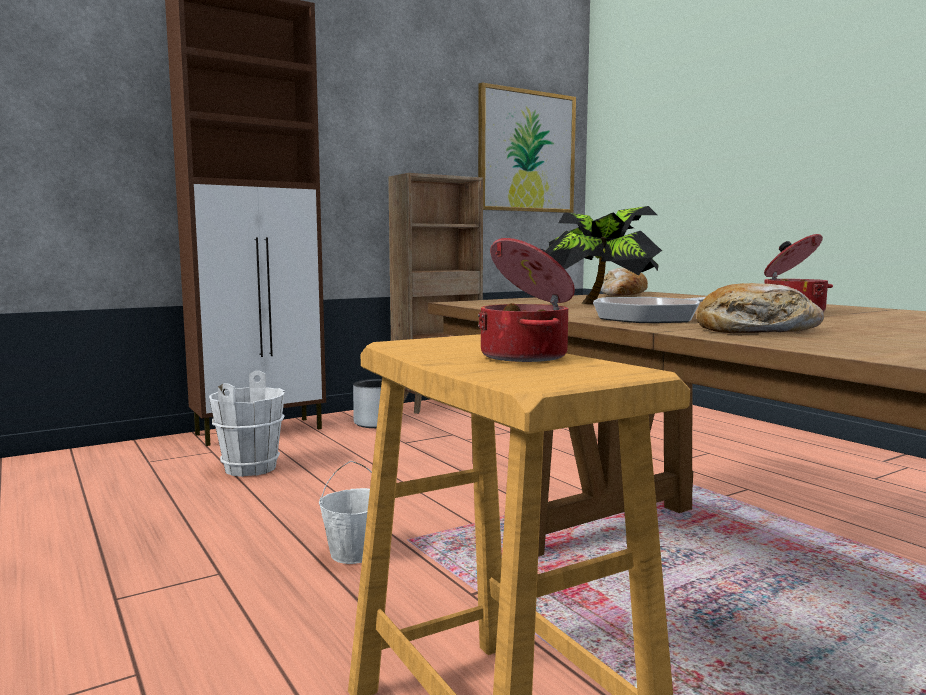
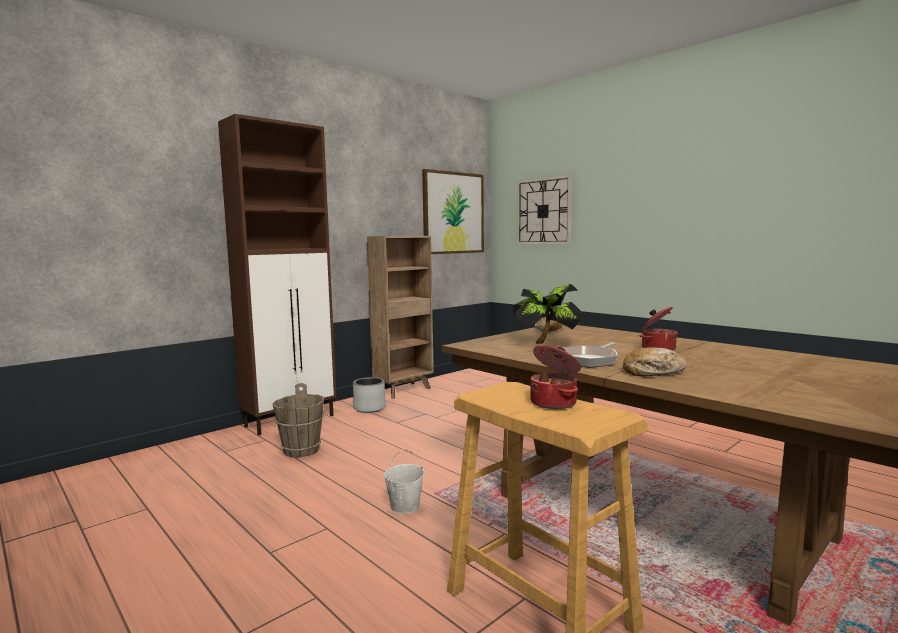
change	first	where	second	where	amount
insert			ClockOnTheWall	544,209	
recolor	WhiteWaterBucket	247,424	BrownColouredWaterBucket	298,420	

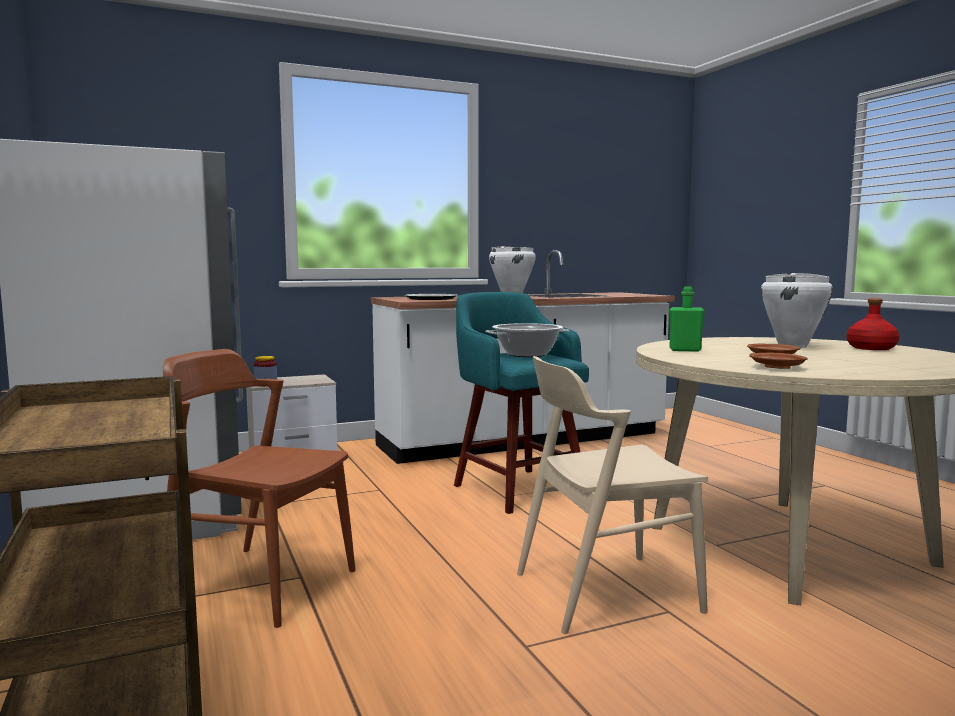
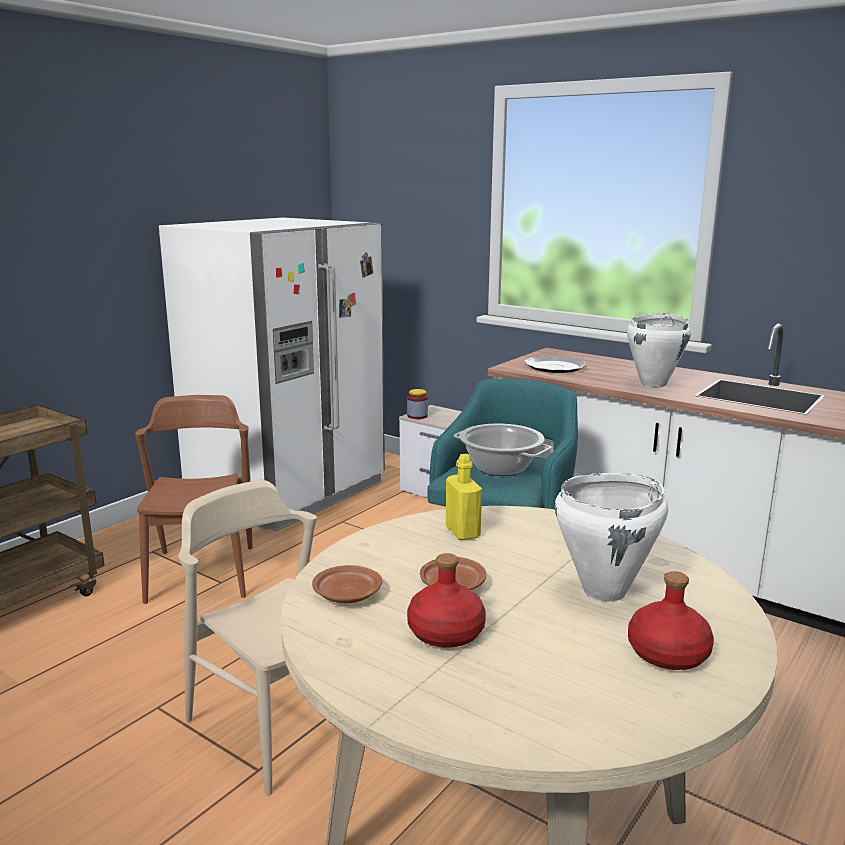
change	first	where	second	where	amount
insert			RedColouredBeverageBottle	446,600	
recolor	GreenishBeverageBottle	687,319	YellowBeverageBottle	464,497	

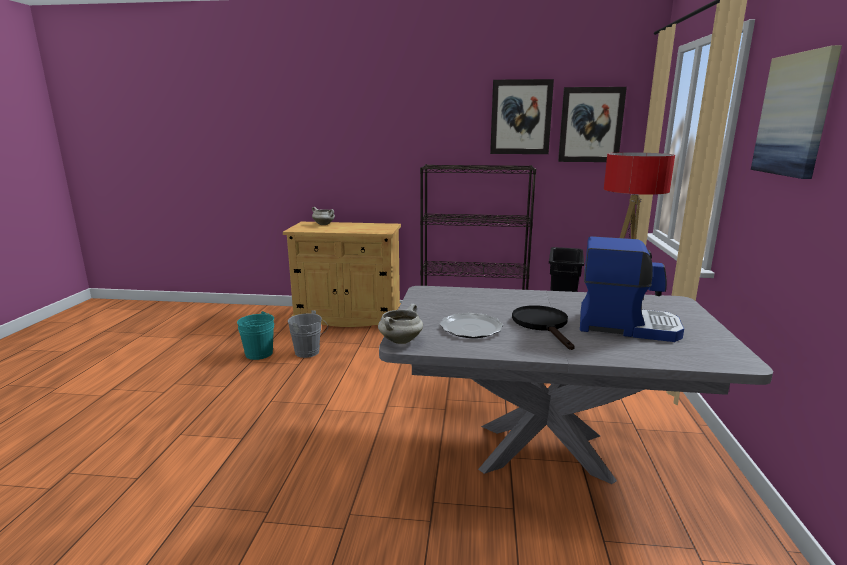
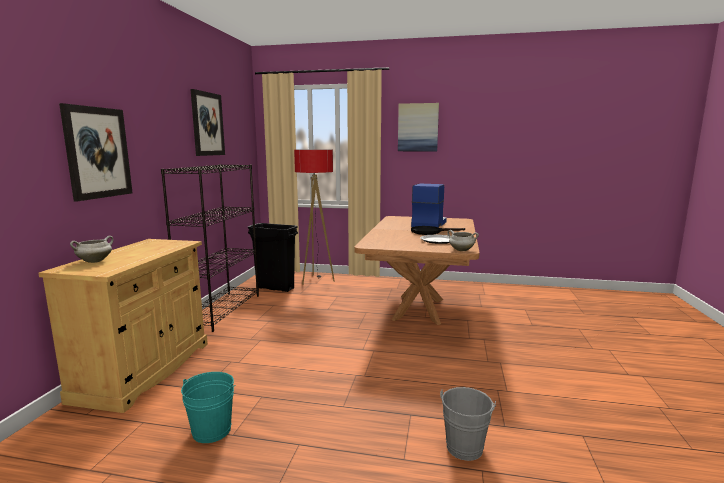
change	first	where	second	where	amount
move	GreyWaterBucket	307,334		468,424	
move	WallArt	592,124		96,152	
recolor	GreyDiningTable	576,385	BrownColouredDiningTable	417,270	

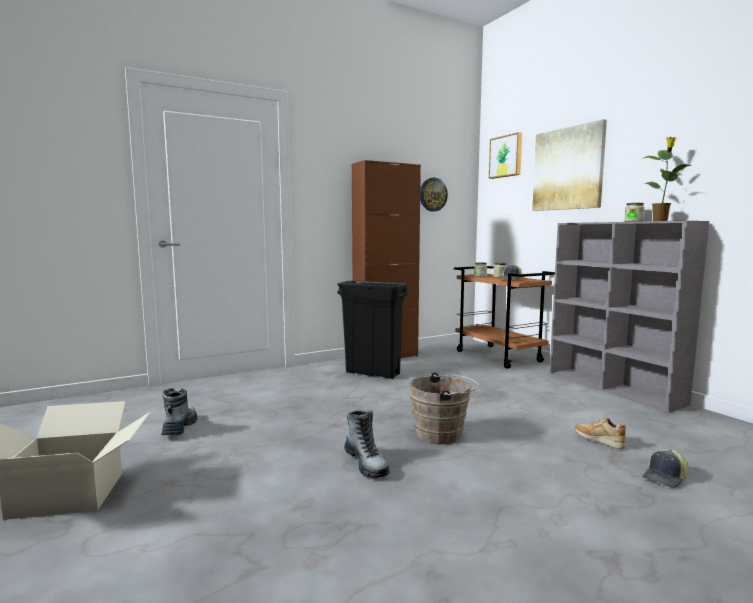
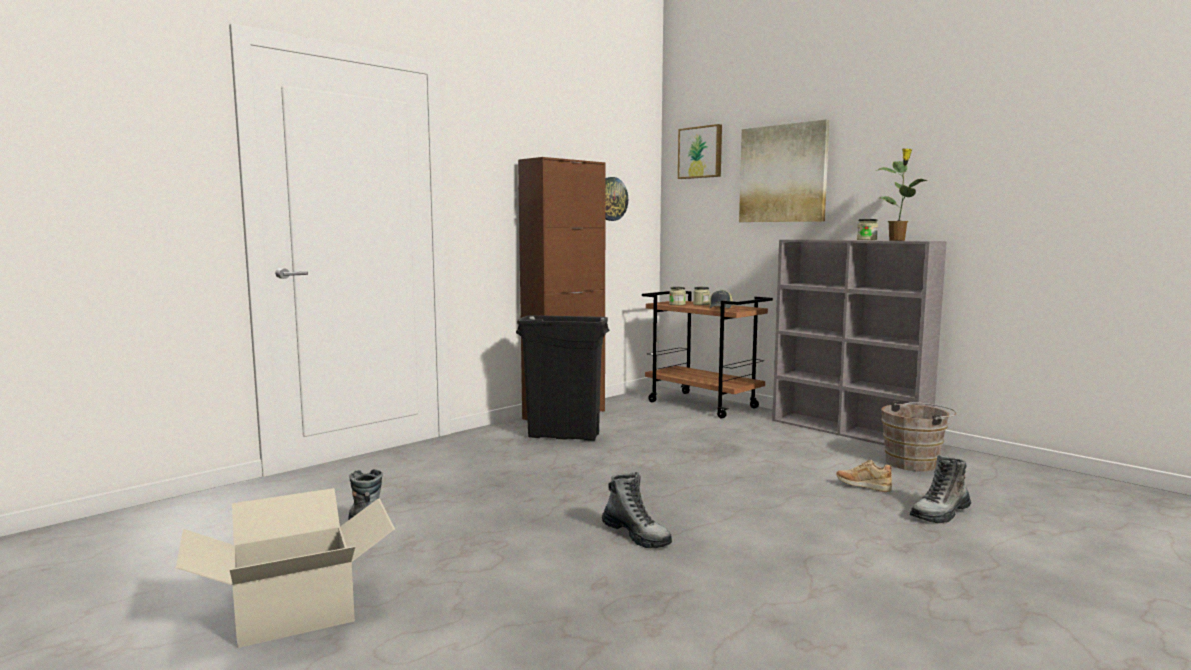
change	first	where	second	where	amount
move	BrownColouredWaterBucket	444,408		918,436	
replace	Cap	665,468	TallBoot	940,489	

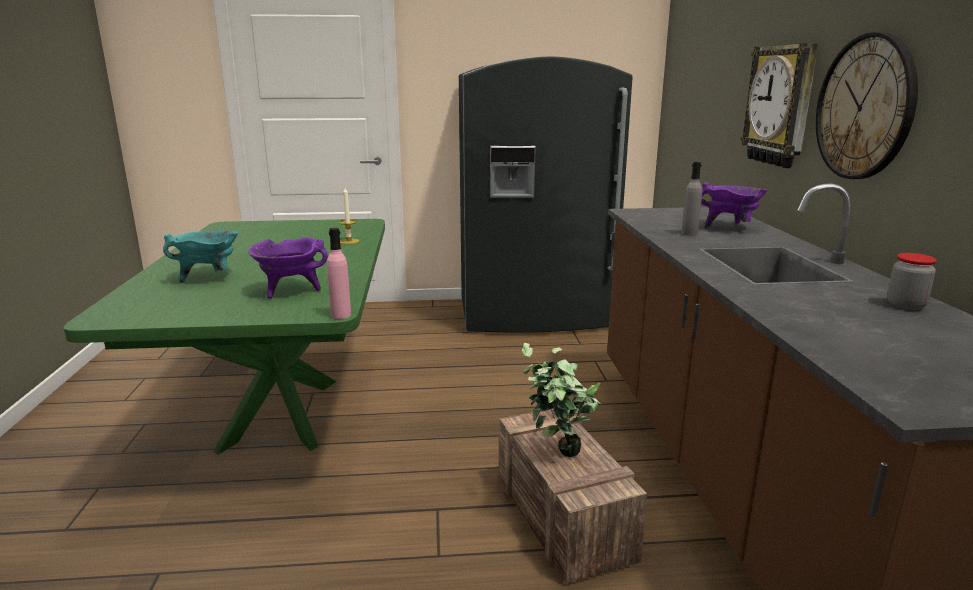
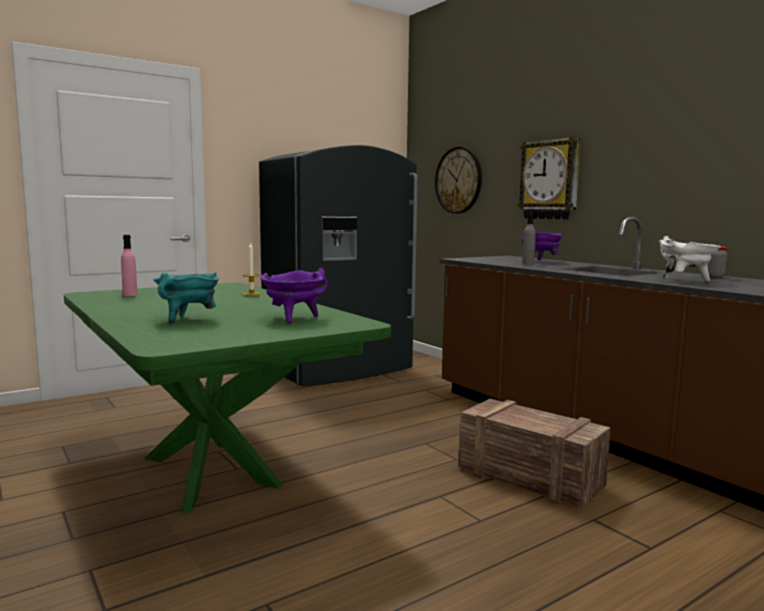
change	first	where	second	where	amount
delete	PlantInAPot	561,400			
insert			WhiteStockpot	690,259	
move	PinkColouredBeverageBottle	339,273		129,265	
move	ClockOnTheWall	867,105		458,180	

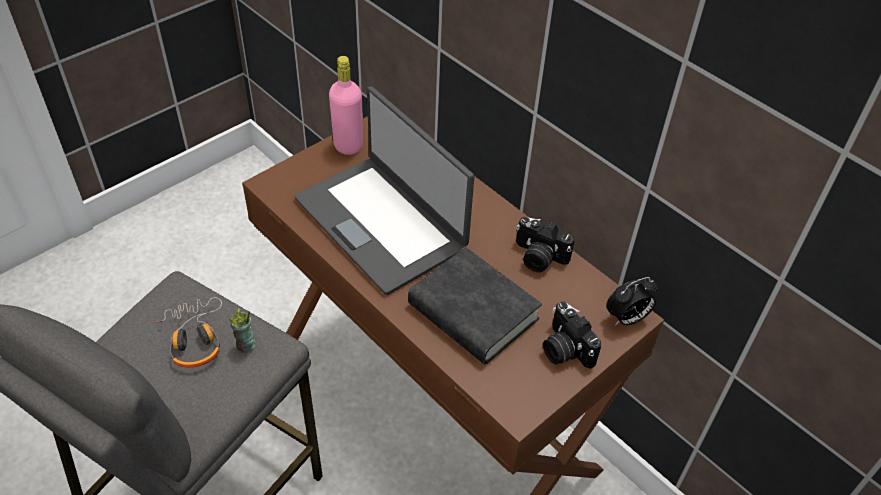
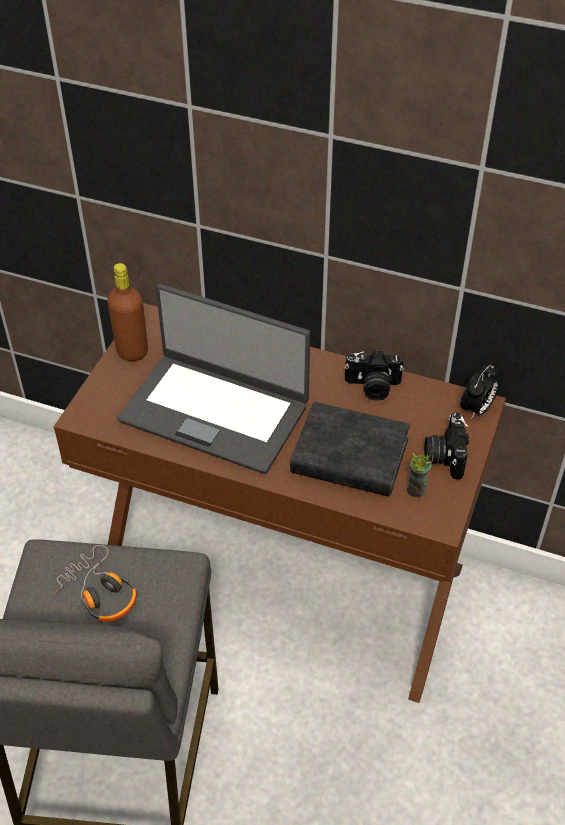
change	first	where	second	where	amount
move	DrinkingCup	242,330		419,474	
recolor	PinkColouredBeverageBottle	346,105	BrownColouredBeverageBottle	127,312	
rotate	StillCamera	572,335		446,445	60 degrees clockwise

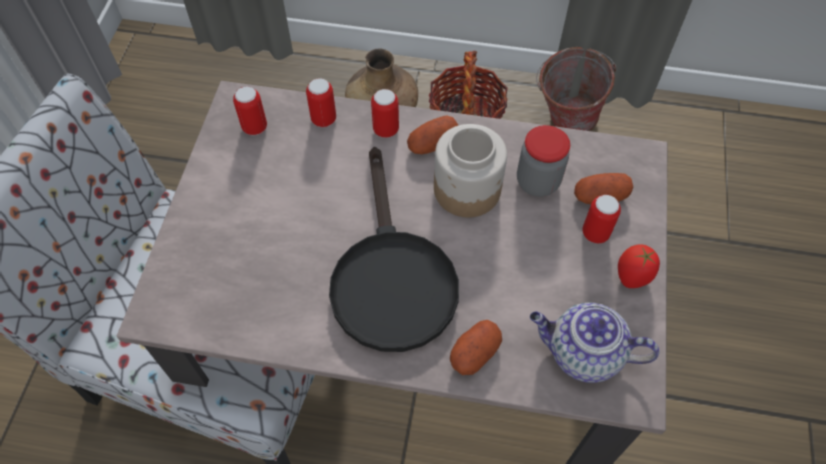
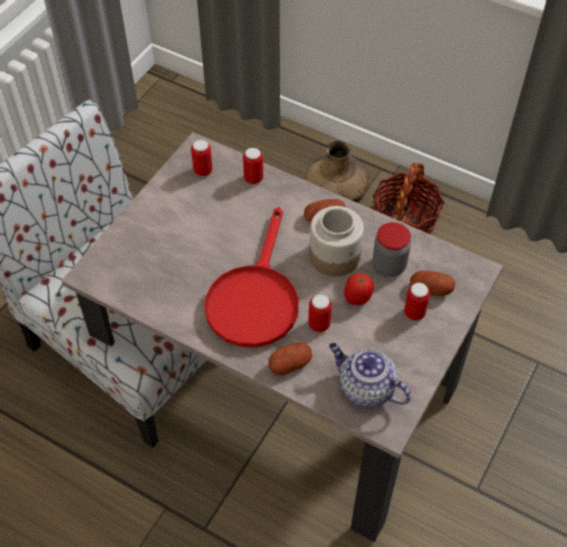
change	first	where	second	where	amount
delete	WaterBucket	576,89			
move	MetalCan	385,113		320,313	
move	Tomato	639,266		359,289	
recolor	BlackFryingPan	394,249	RedColouredFryingPan	251,277	

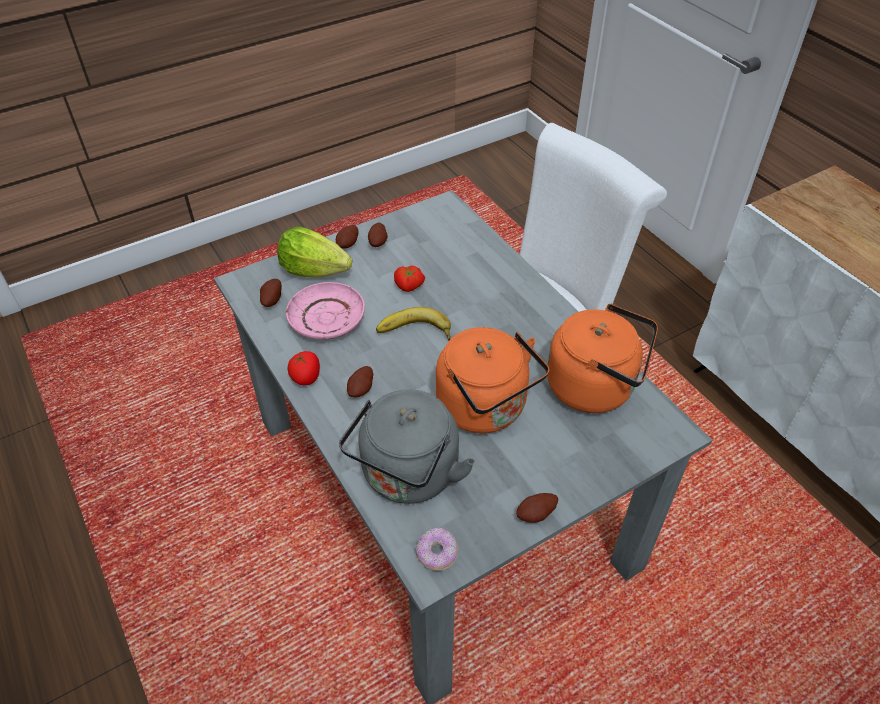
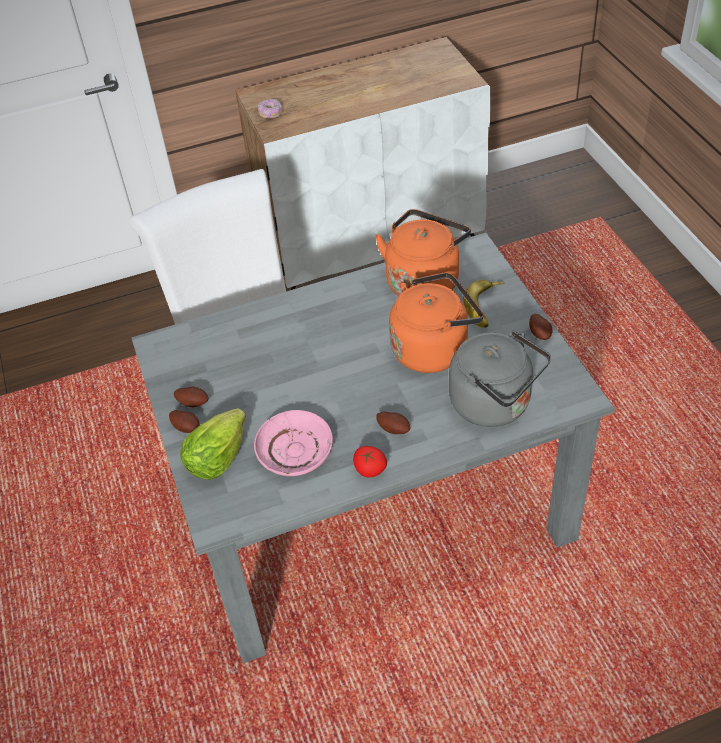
change	first	where	second	where	amount
delete	WholePotato	271,293			
delete	Tomato	409,279			
move	Banana	413,324		483,304	
move	RingDoughnut	437,549		270,109	

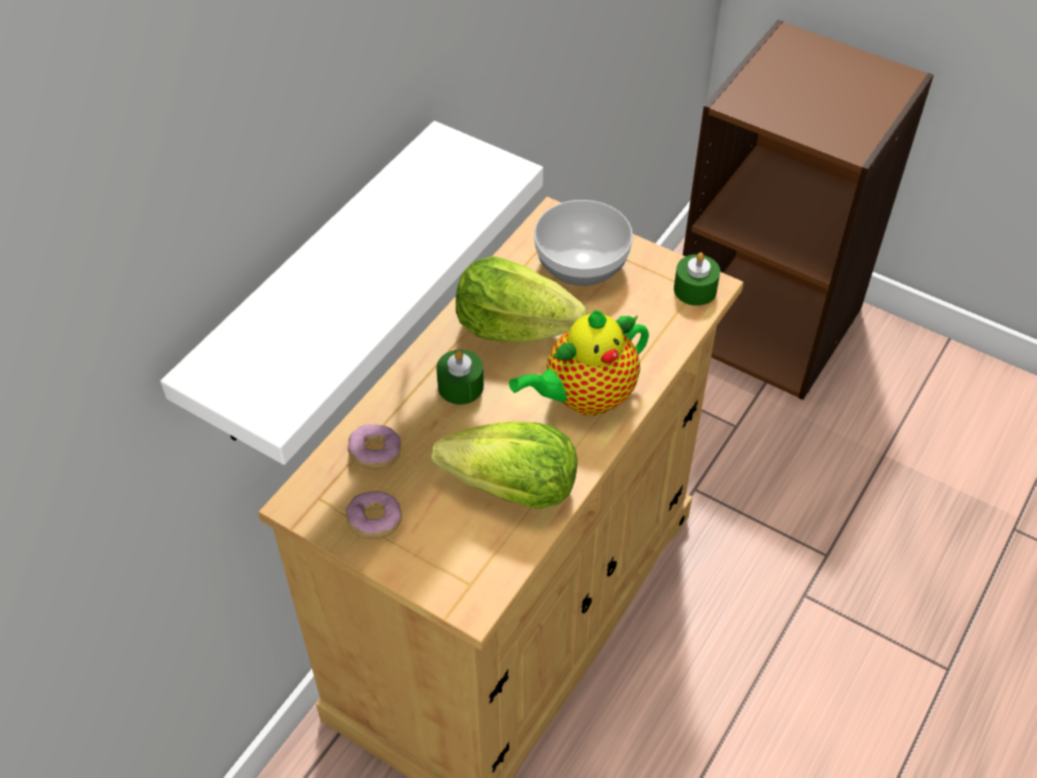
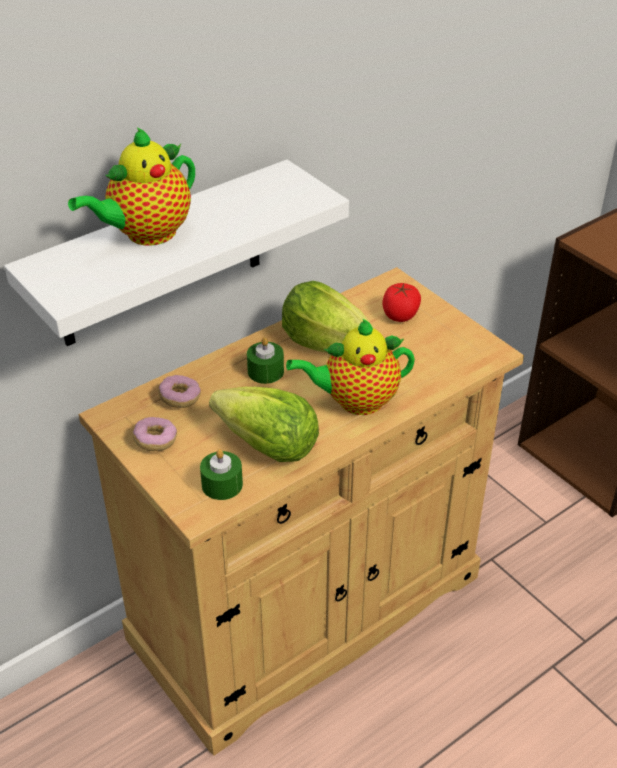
change	first	where	second	where	amount
insert			Teapot	131,187	
move	GreenishCandle	697,279		221,474	
replace	Bowl	583,243	Tomato	401,302	

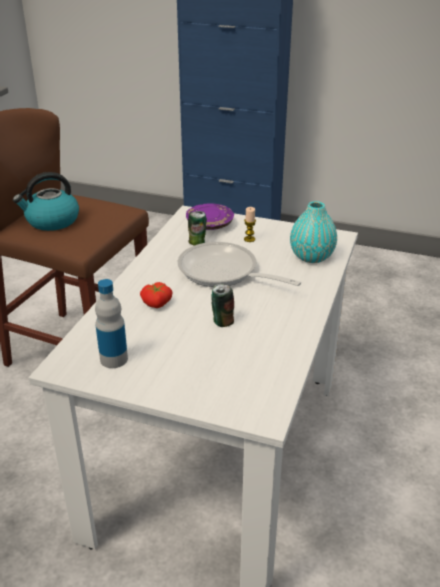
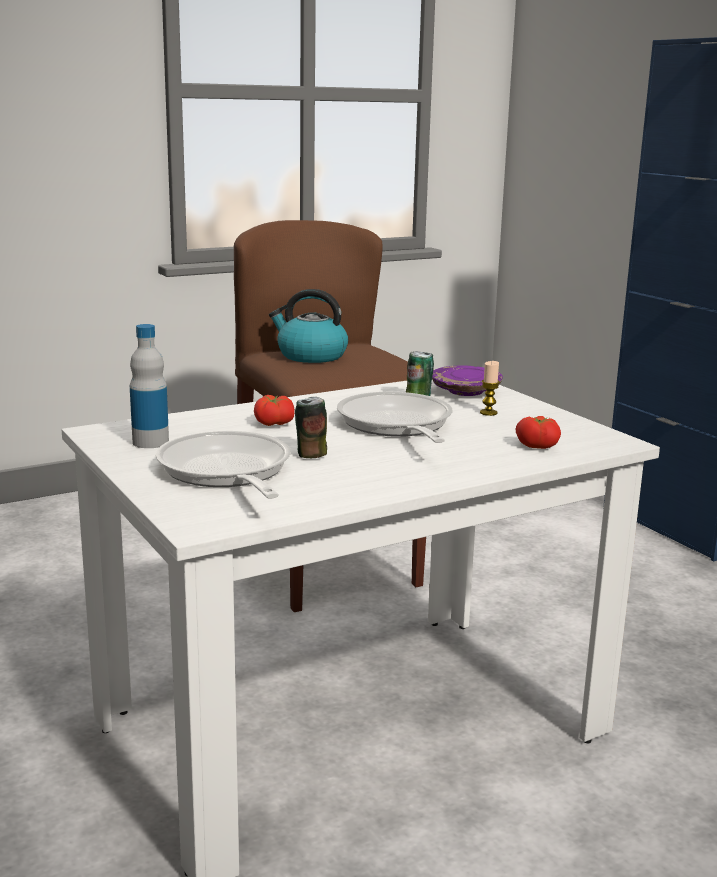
change	first	where	second	where	amount
insert			FryingPan	223,465	
replace	BlueGreenFlowerVase	313,232	Tomato	538,432	

